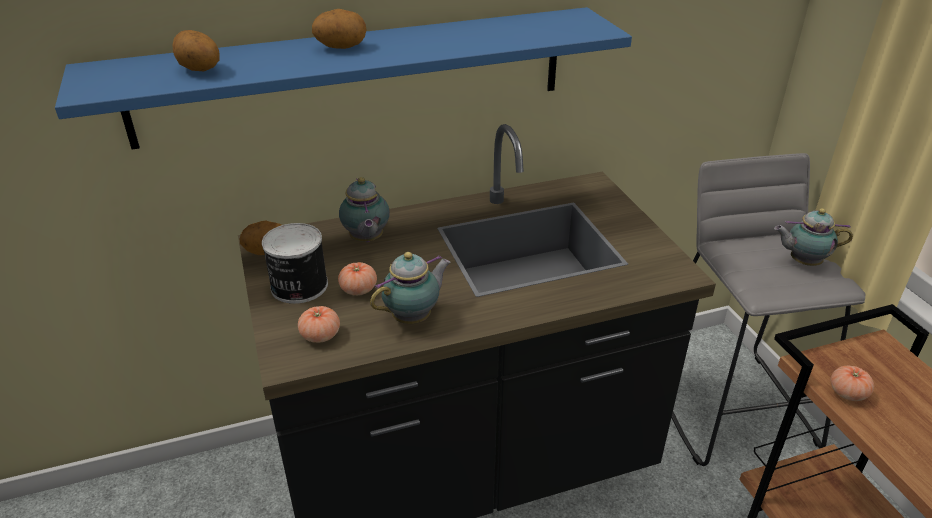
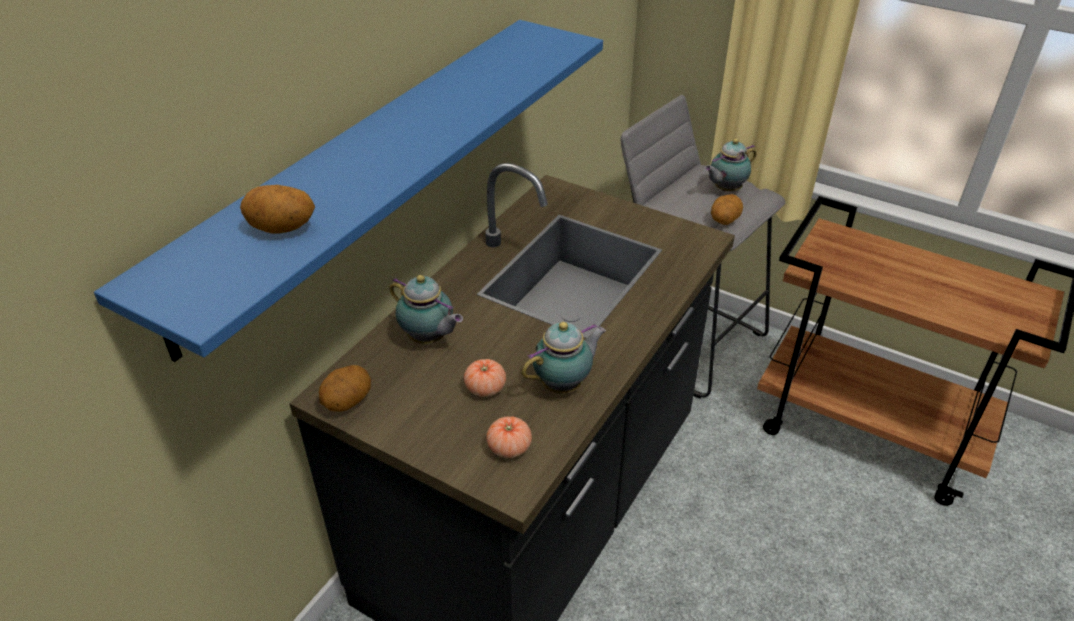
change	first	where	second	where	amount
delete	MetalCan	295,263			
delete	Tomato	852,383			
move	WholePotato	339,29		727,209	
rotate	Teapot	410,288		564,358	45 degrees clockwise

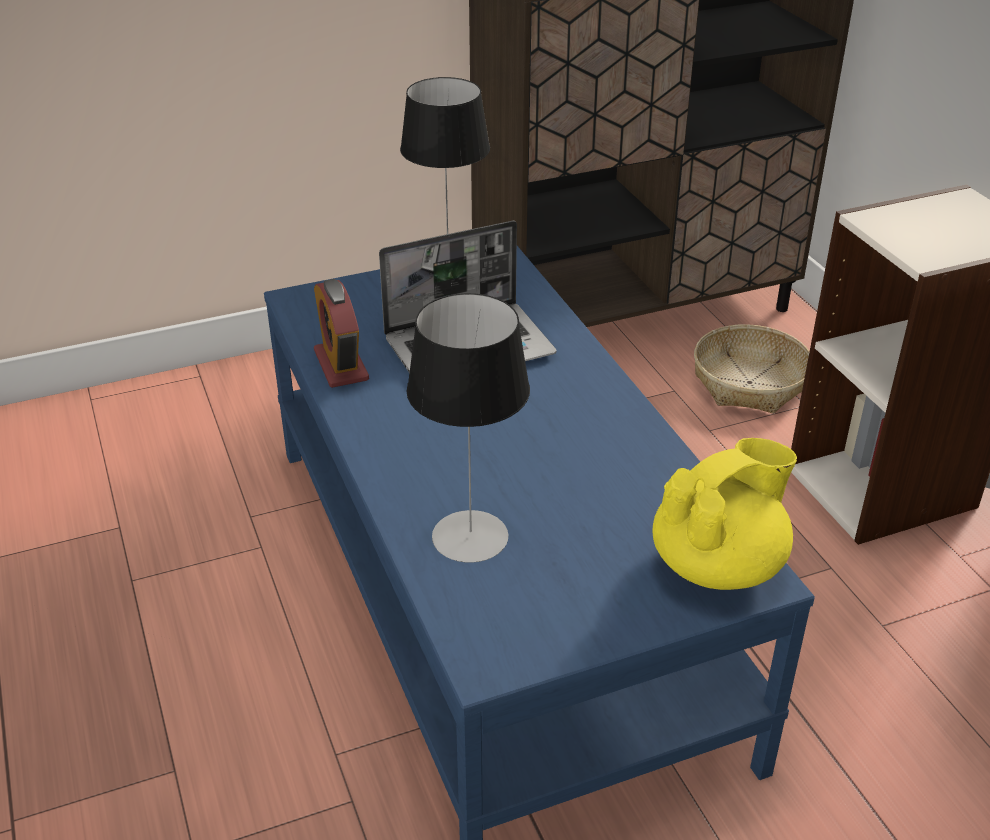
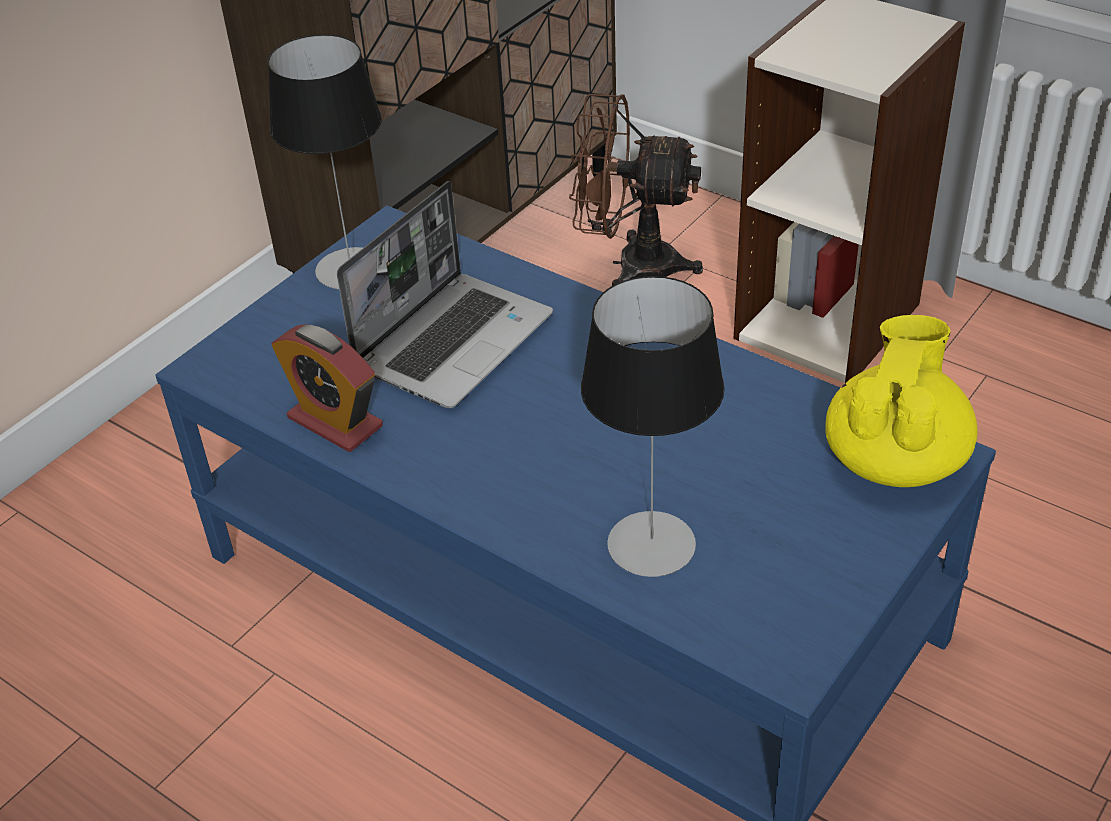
change	first	where	second	where	amount
replace	HouseholdBasket	752,369	BrownColouredCoolingFan	636,190	

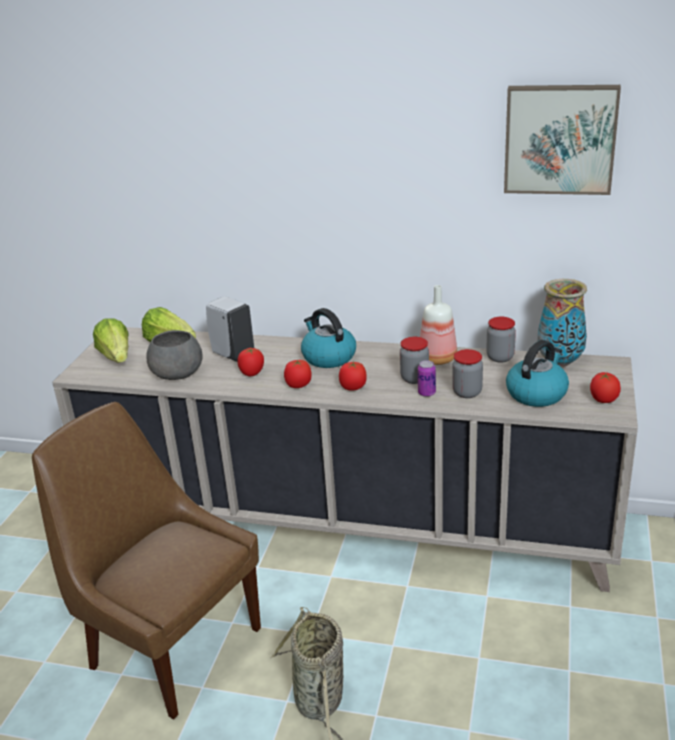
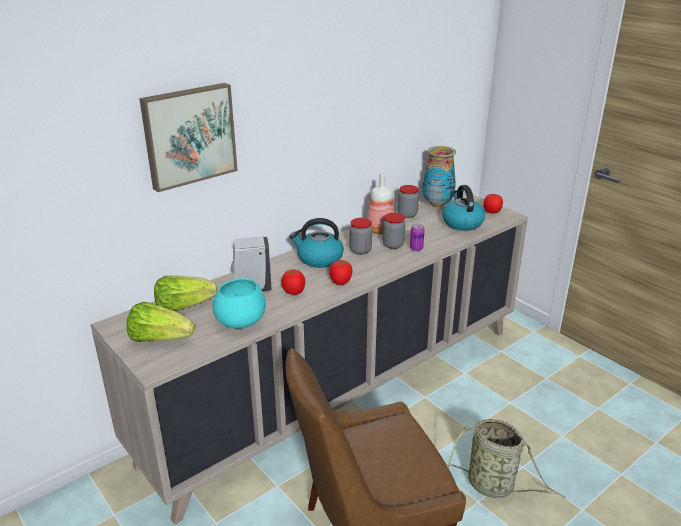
change	first	where	second	where	amount
delete	Tomato	353,376			
move	PreserveJar	467,373		361,236	
move	WallArt	562,140		188,137	
recolor	GreyBowl	174,355	BlueGreenBowl	239,303	

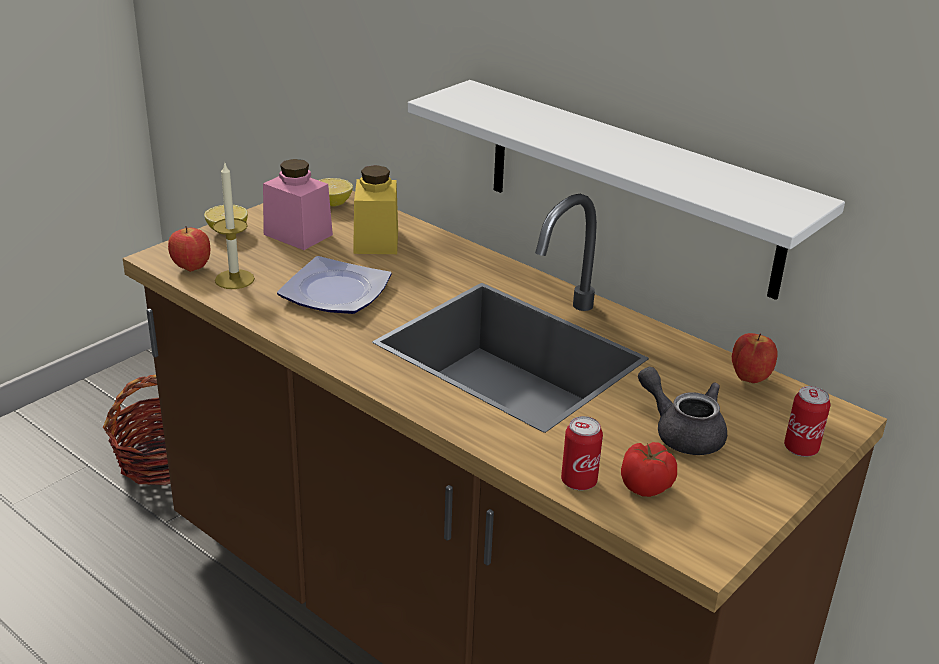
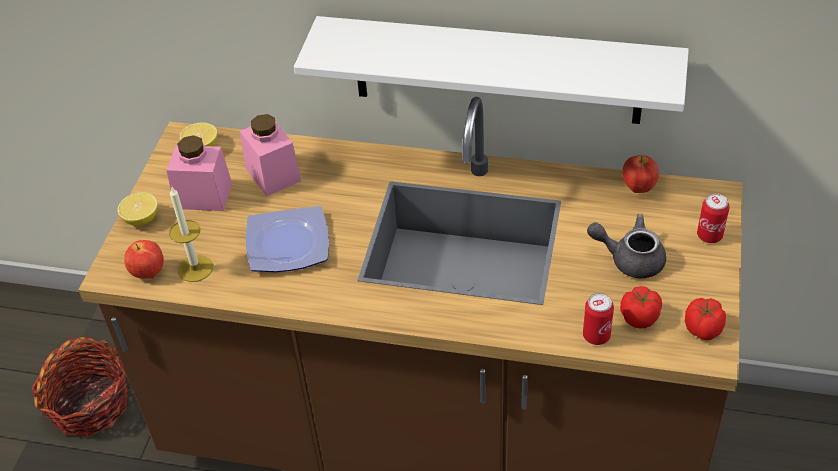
change	first	where	second	where	amount
insert			Tomato	705,319	
recolor	YellowPreserveJar	375,209	PinkColouredPreserveJar	270,155	

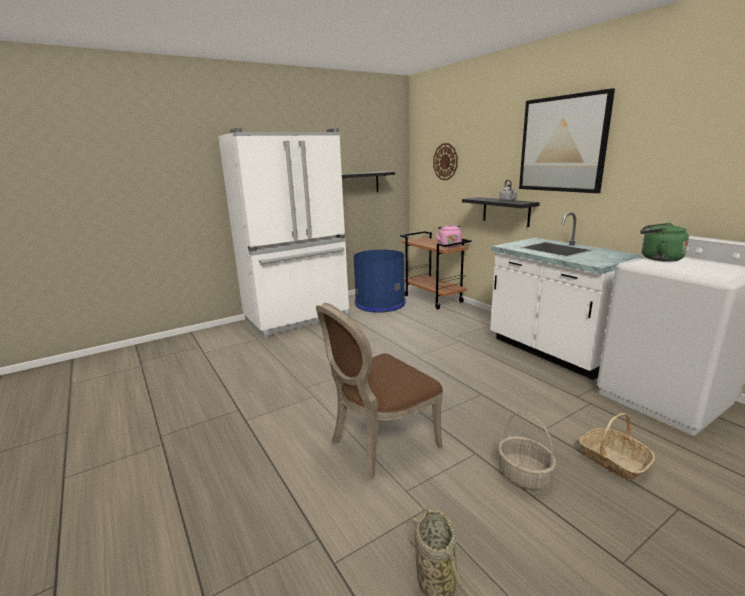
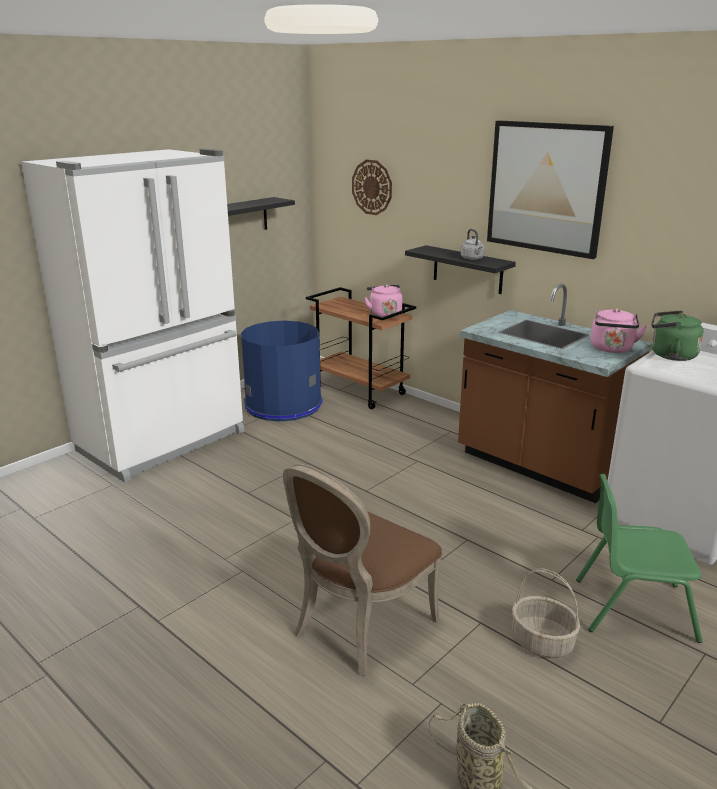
change	first	where	second	where	amount
insert			PinkColouredWaterKettle	619,330	
replace	HouseholdBasket	617,447	GreenishPlainChair	639,558	
recolor	WhiteKitchenCounter	566,296	BrownColouredKitchenCounter	555,393	

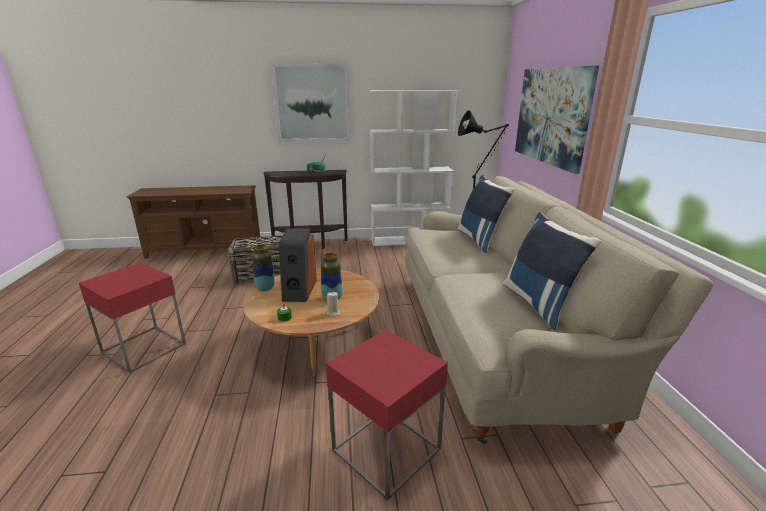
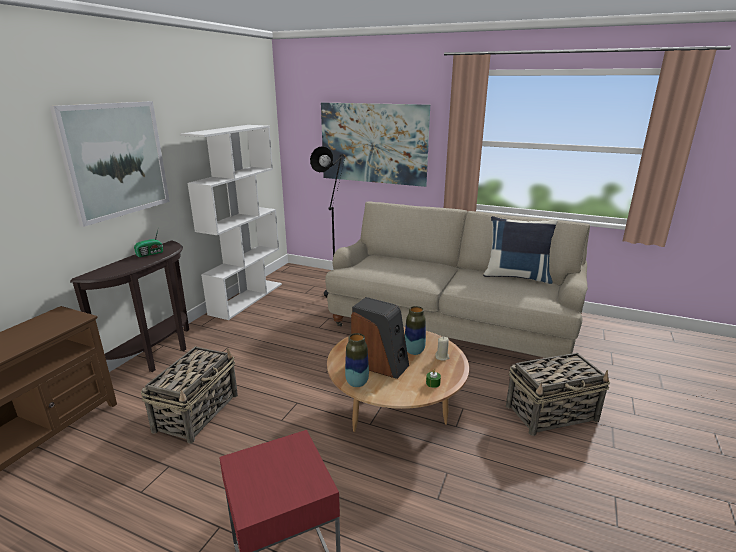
change	first	where	second	where	amount
delete	BlueThrowPillow	486,214			
replace	RedColouredAccentTable	387,415	HouseholdBasket	558,394	

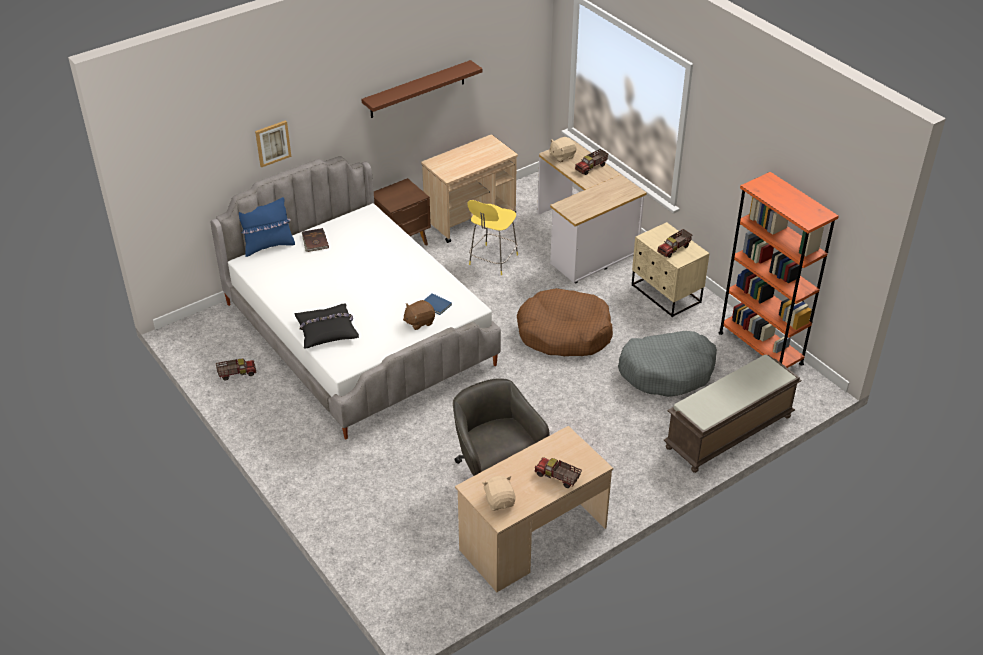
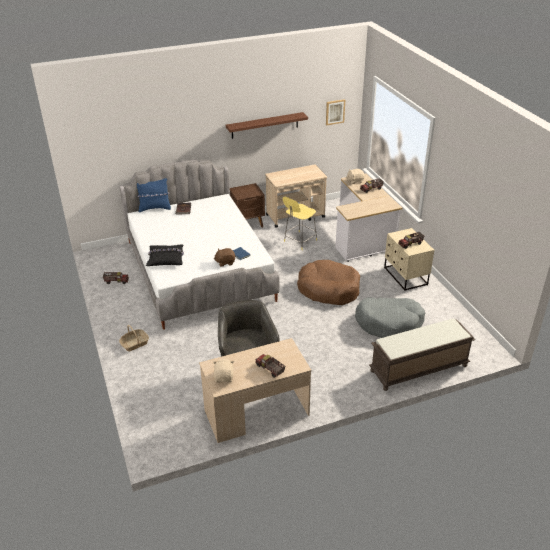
change	first	where	second	where	amount
delete	OrangeyBookcase	779,270			
insert			HouseholdBasket	134,338	
move	WallArt	273,143		335,112	

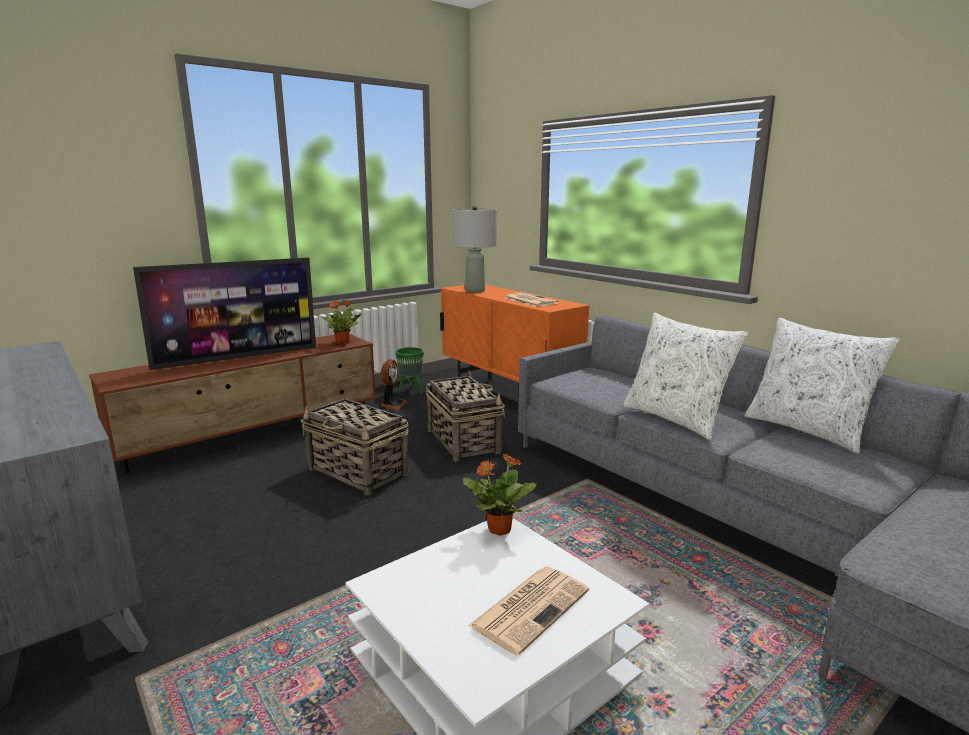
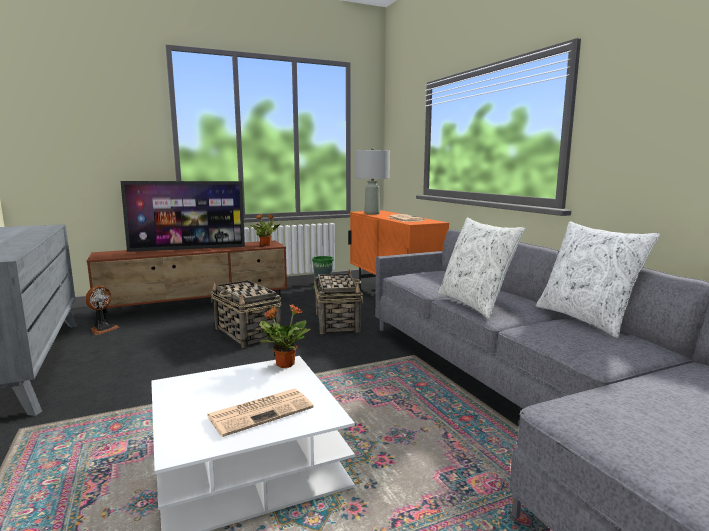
change	first	where	second	where	amount
move	CoolingFan	394,384		102,310	

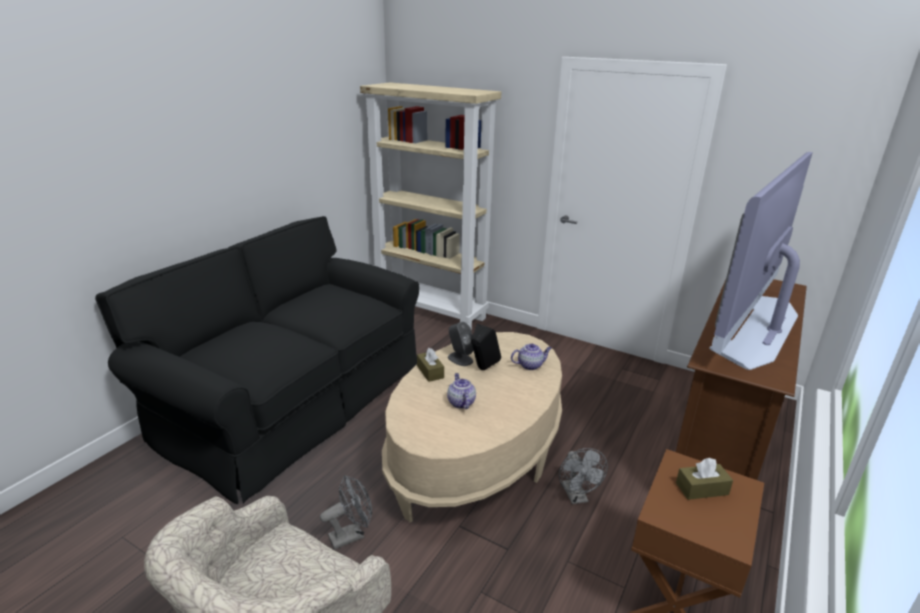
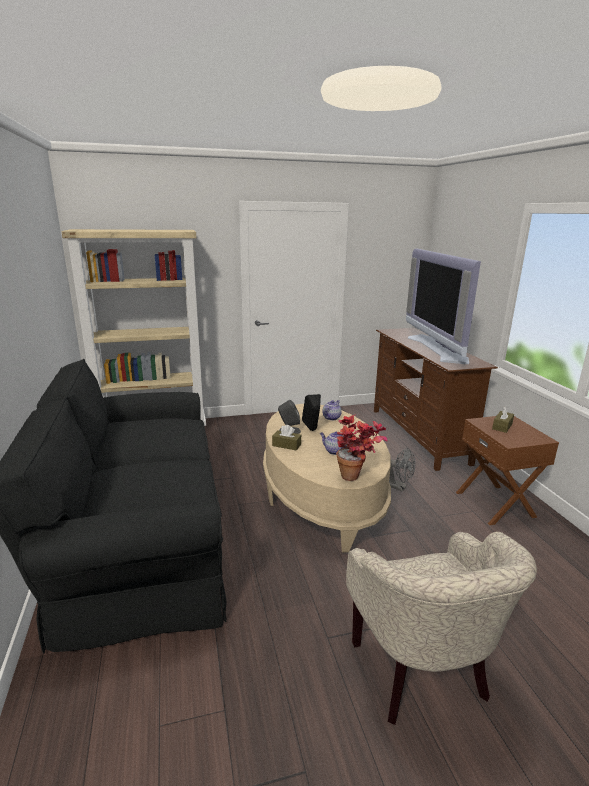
change	first	where	second	where	amount
delete	GreyCoolingFan	346,512			
insert			PlantInAPot	362,447	

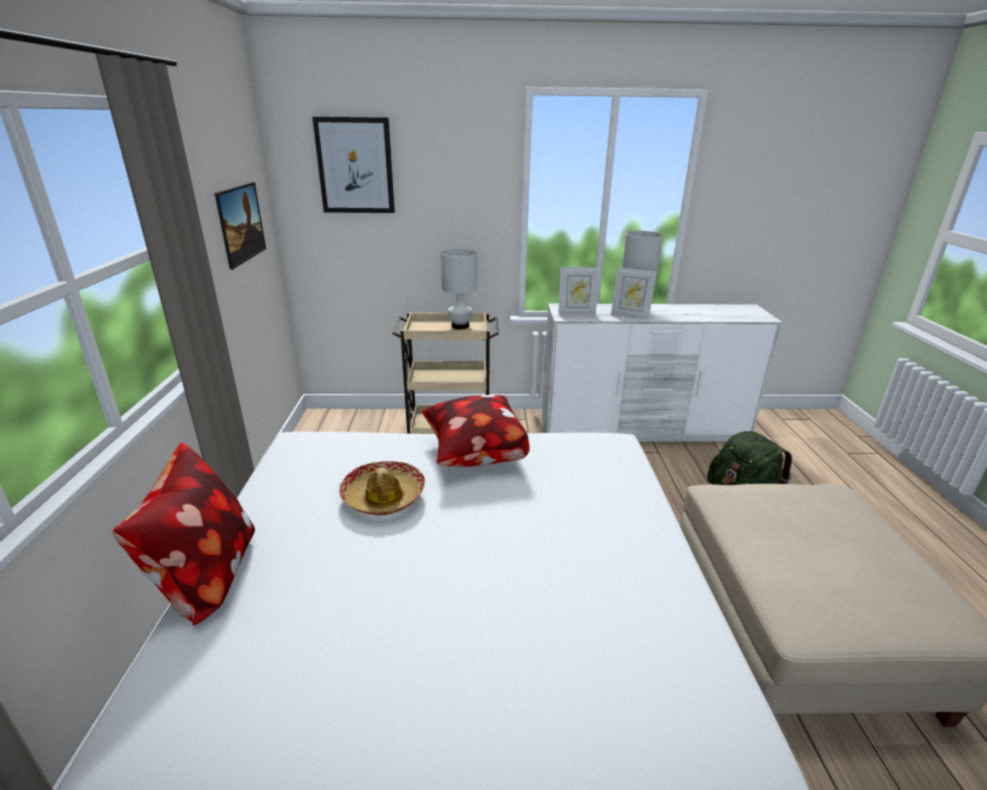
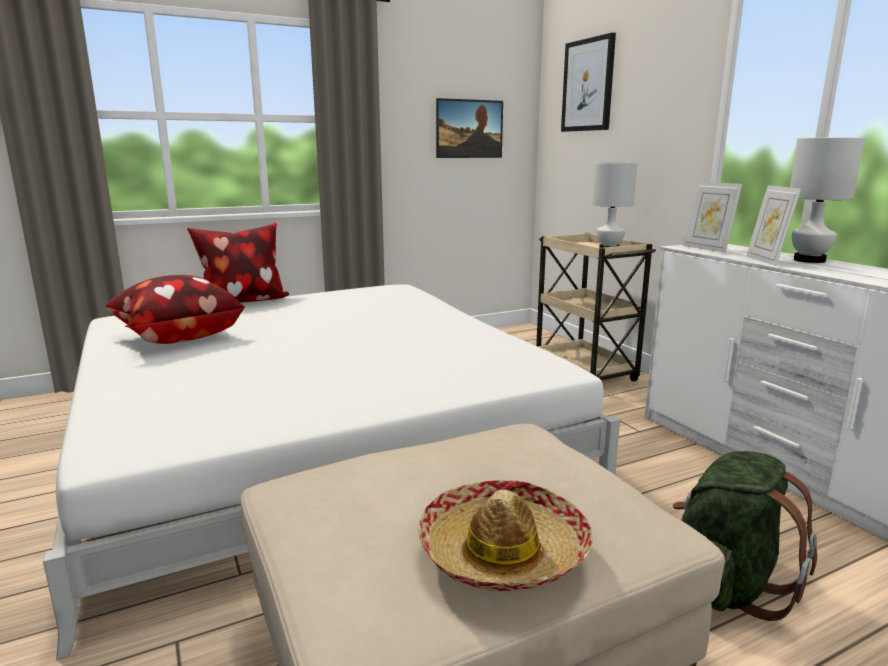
change	first	where	second	where	amount
move	ClothingHat	382,488		505,535	
move	ThrowPillow	476,431		175,309	

